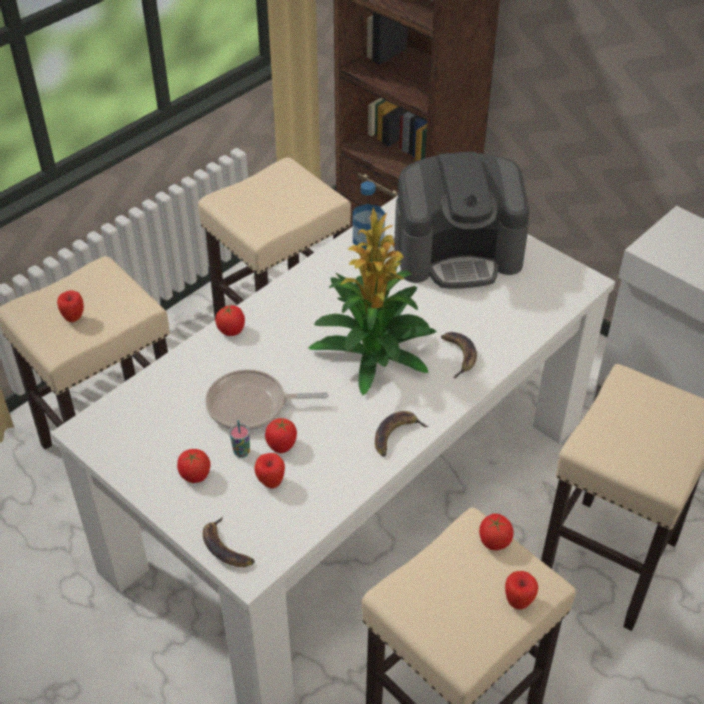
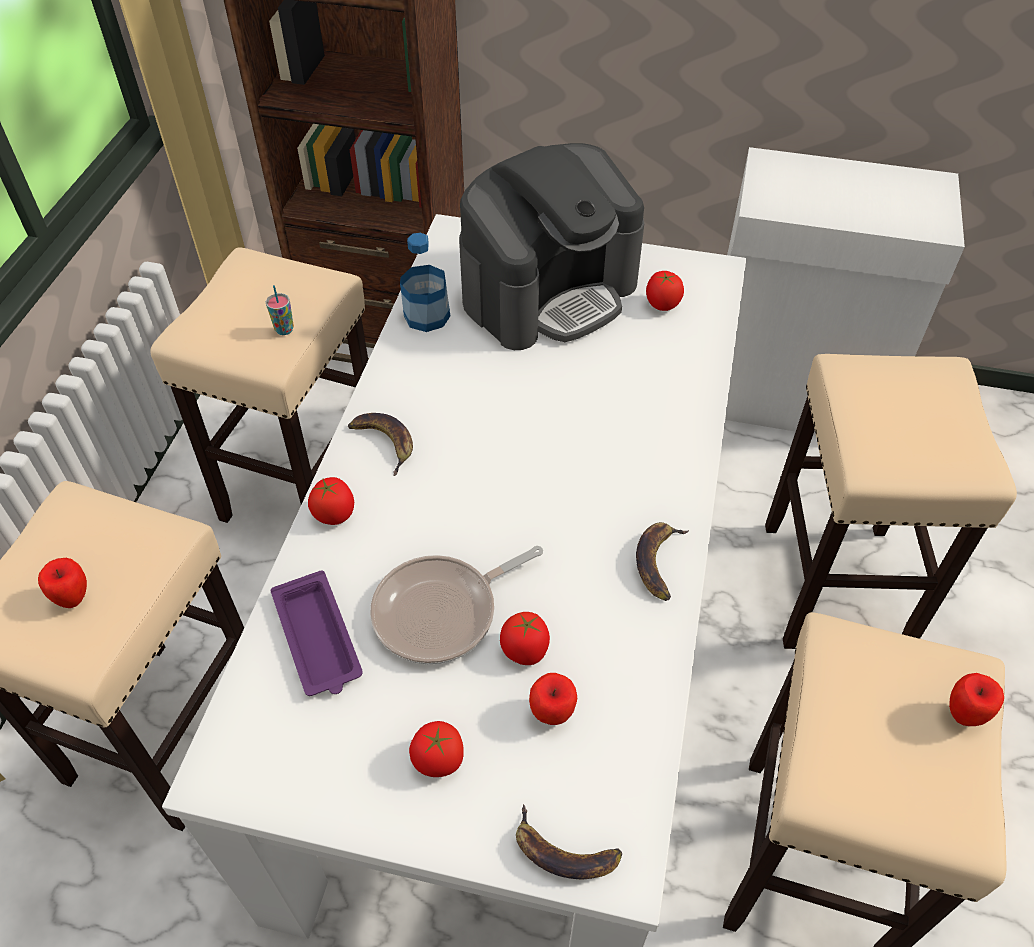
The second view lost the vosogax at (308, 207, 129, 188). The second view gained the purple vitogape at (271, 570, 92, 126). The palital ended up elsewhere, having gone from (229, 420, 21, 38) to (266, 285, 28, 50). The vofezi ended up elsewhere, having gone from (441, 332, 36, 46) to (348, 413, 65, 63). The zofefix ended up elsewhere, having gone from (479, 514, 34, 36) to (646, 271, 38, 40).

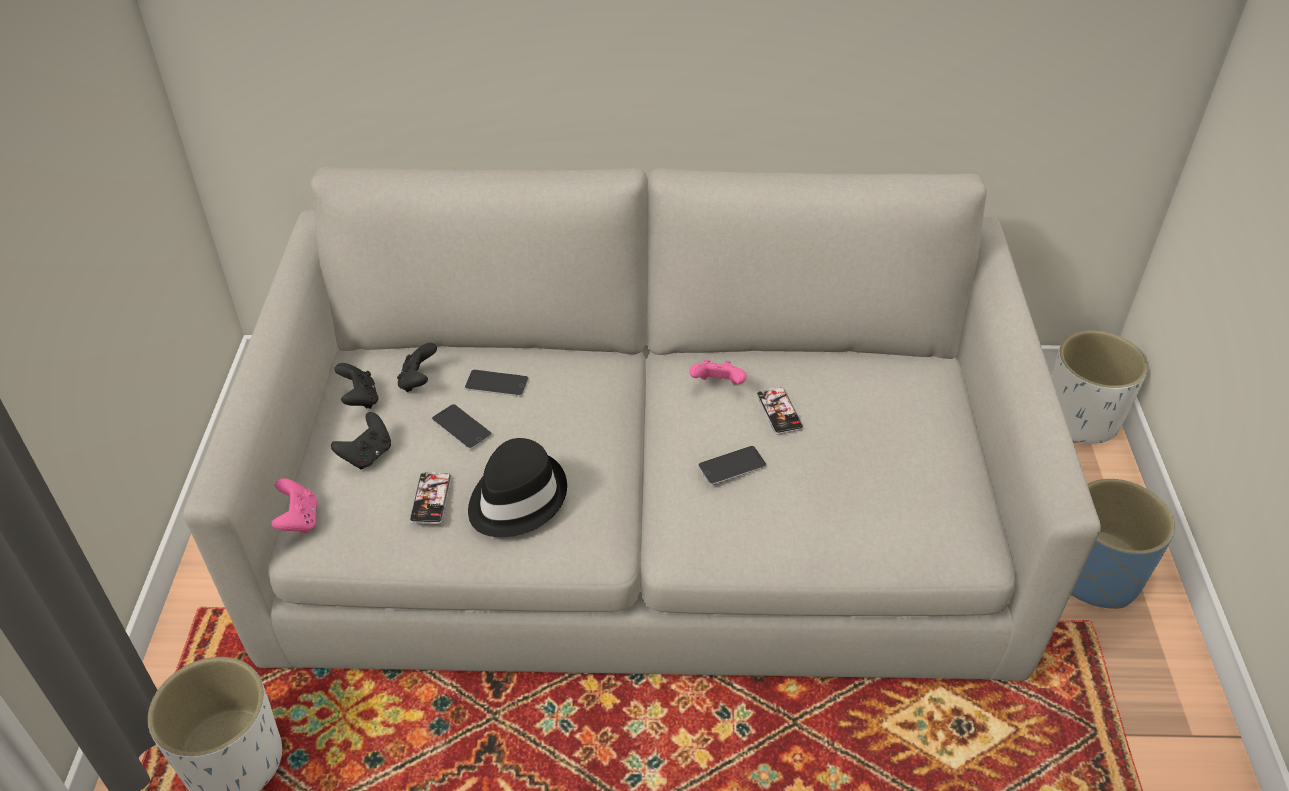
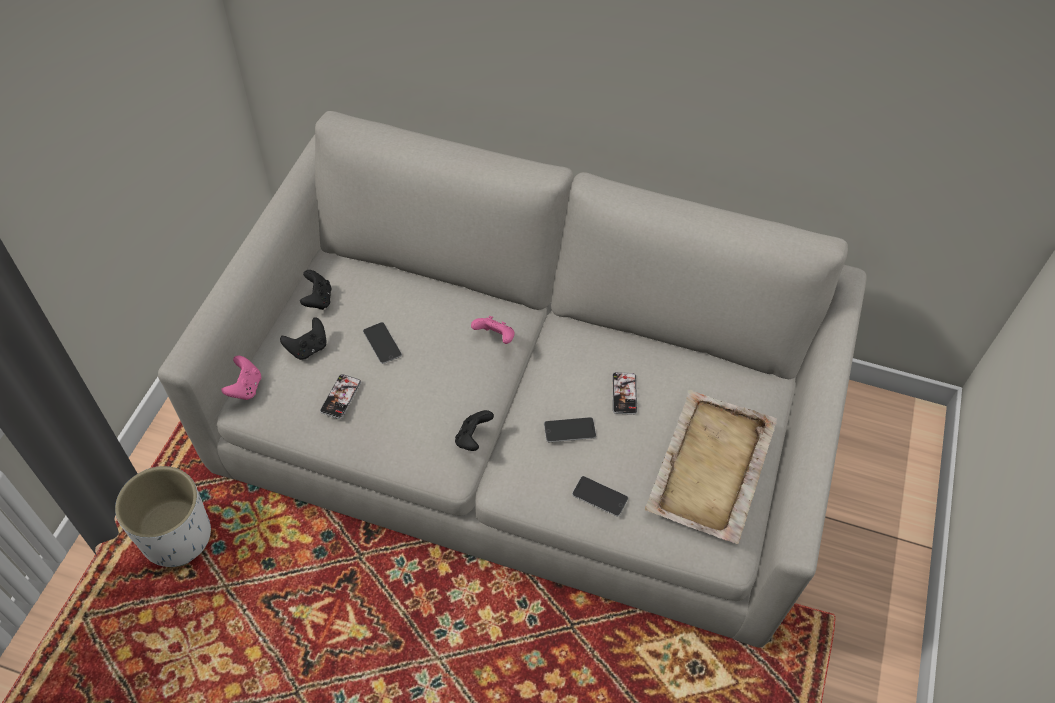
The second view lost the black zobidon at (468, 438, 99, 99). The second view lost the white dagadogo at (1052, 330, 96, 114). The second view lost the blue dagadogo at (1071, 479, 104, 130). The second view gained the beige vitogape at (645, 390, 132, 154). The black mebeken ended up elsewhere, having gone from (397, 343, 40, 49) to (455, 410, 39, 41). The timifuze ended up elsewhere, having gone from (465, 370, 64, 27) to (572, 476, 56, 41). The pink mebeken ended up elsewhere, having gone from (689, 360, 57, 24) to (471, 316, 43, 28).

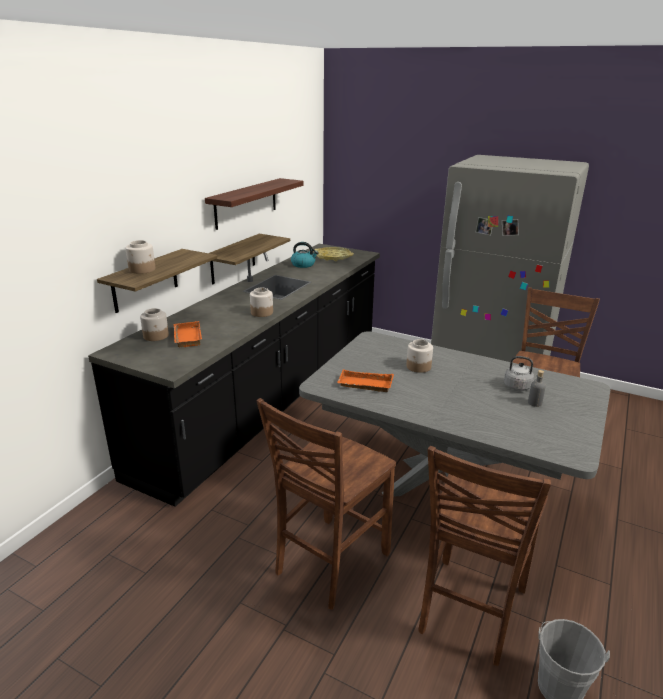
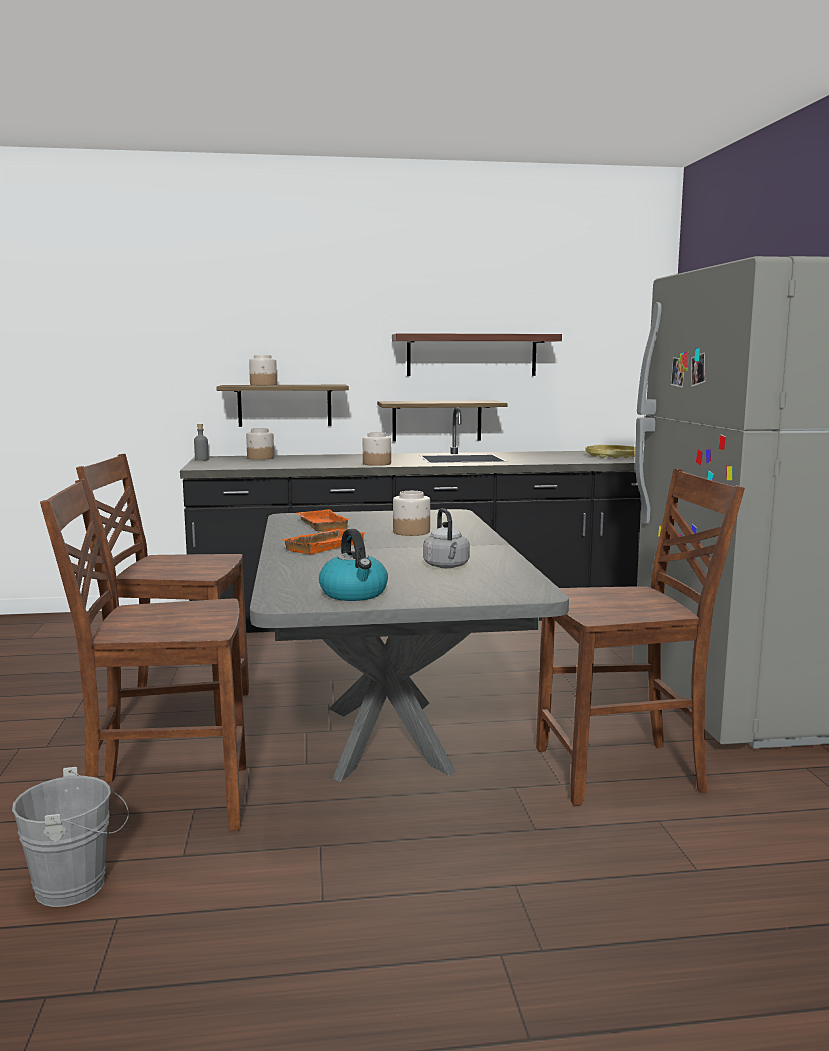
The orange vitogape ended up elsewhere, having gone from (174, 321, 28, 26) to (281, 529, 84, 25). The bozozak ended up elsewhere, having gone from (291, 242, 28, 26) to (319, 529, 69, 72). The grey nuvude ended up elsewhere, having gone from (528, 370, 18, 37) to (194, 424, 15, 37).

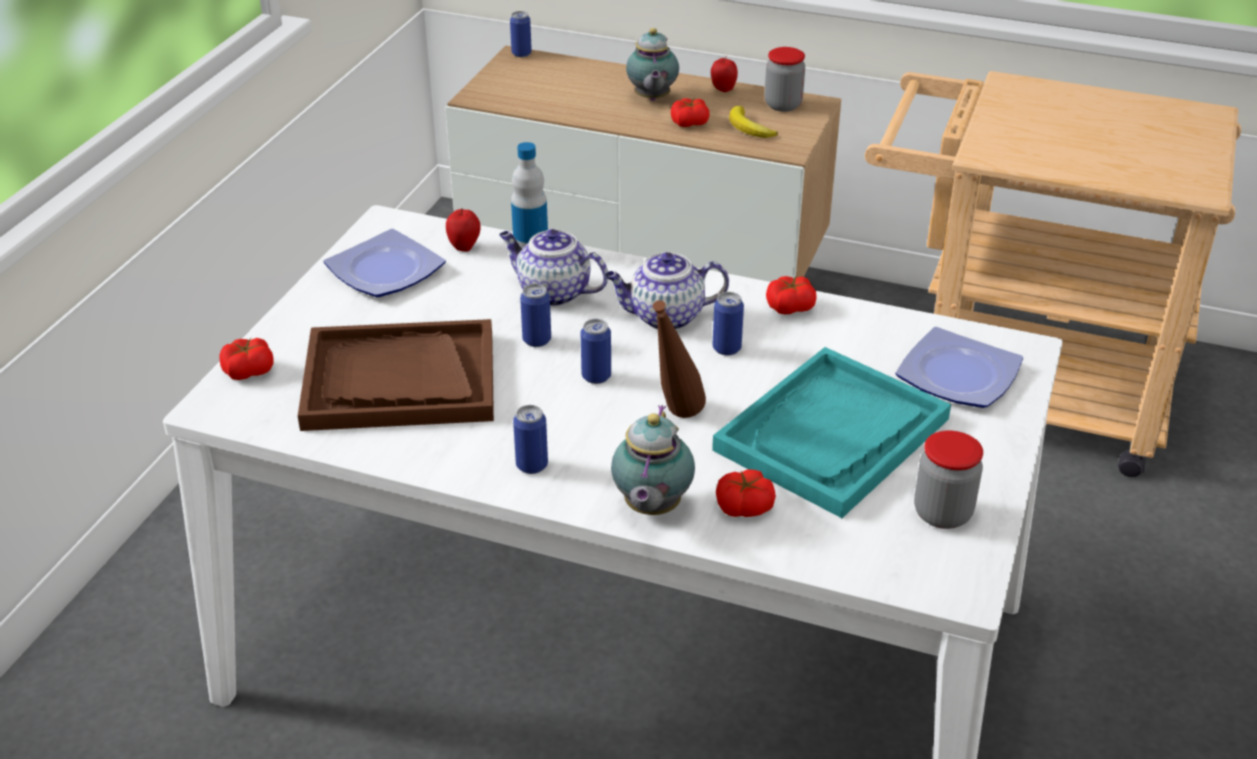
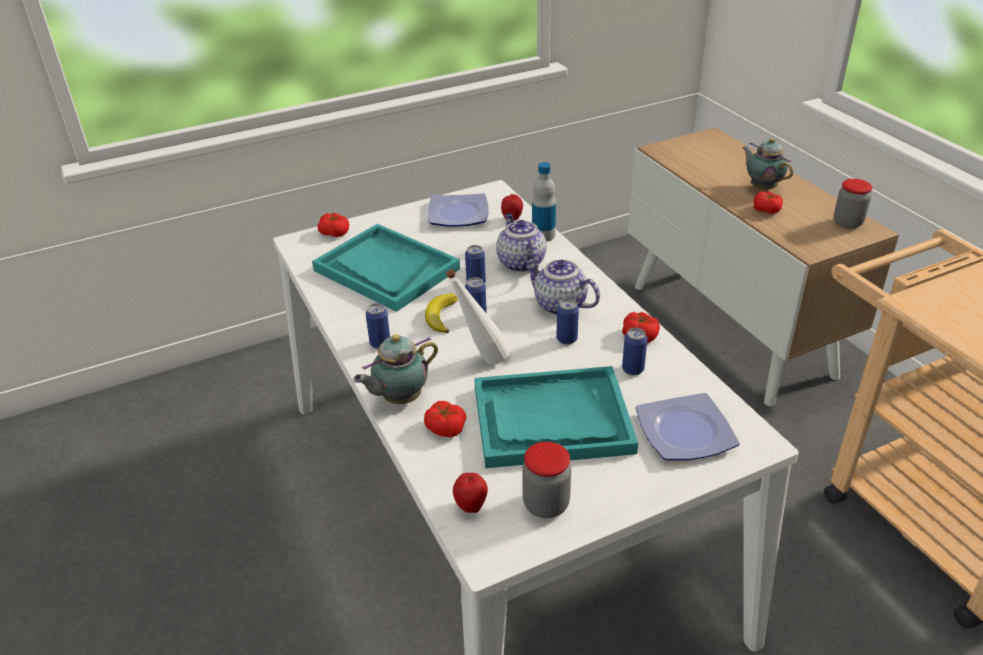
The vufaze ended up elsewhere, having gone from (510, 11, 22, 46) to (622, 328, 25, 47). The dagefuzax ended up elsewhere, having gone from (711, 56, 27, 36) to (453, 473, 35, 40). The vofezi ended up elsewhere, having gone from (729, 106, 49, 32) to (425, 293, 33, 40). What was the brown vitogape at (298, 319, 196, 112) turned into the turquoise vitogape at (312, 224, 148, 88). What was the brown nuvude at (653, 300, 53, 118) turned into the white nuvude at (446, 269, 64, 96). The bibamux at (626, 28, 53, 73) ended up facing another way, 105 degrees clockwise from before.

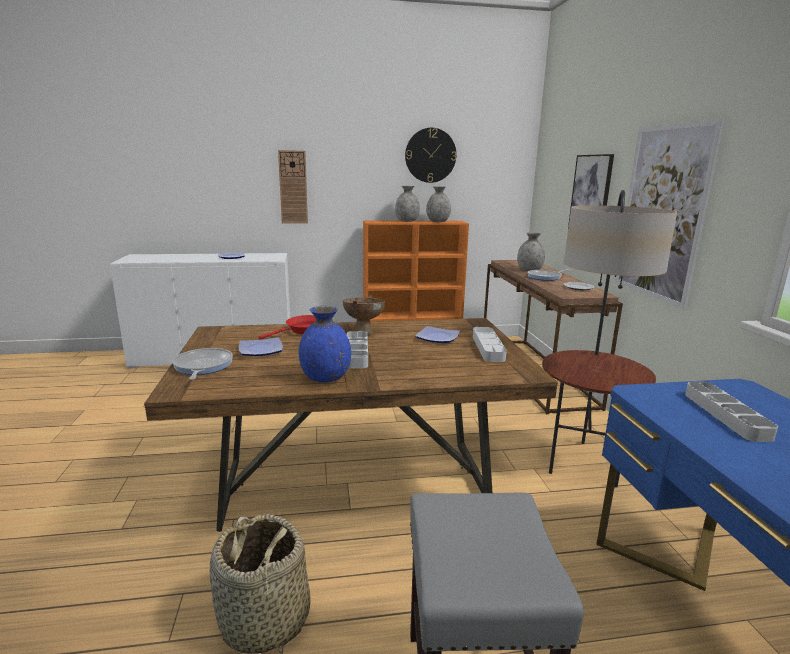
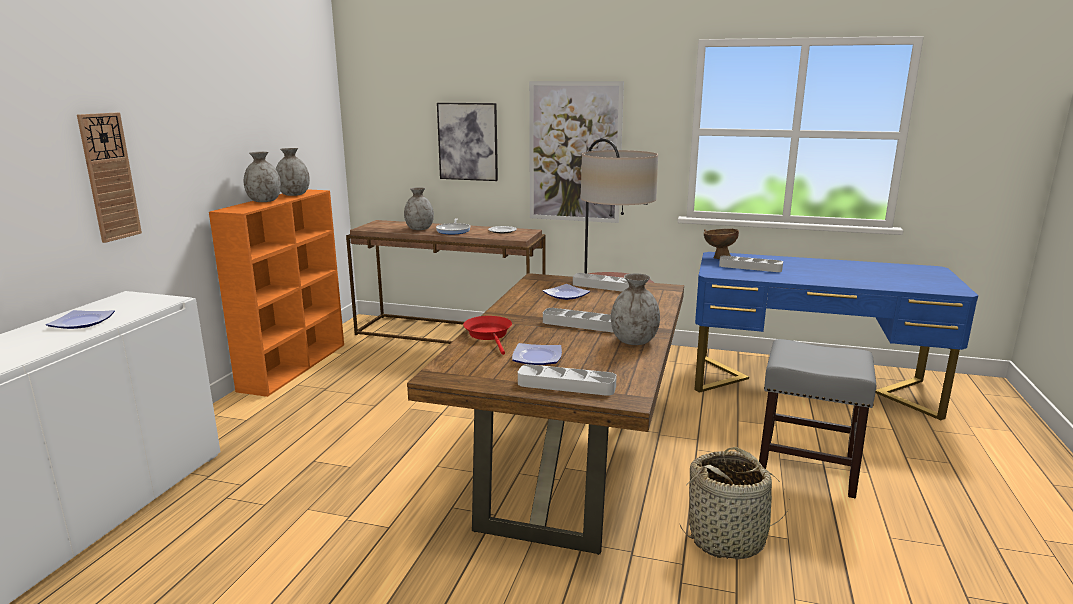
The second view lost the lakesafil at (405, 128, 52, 55). The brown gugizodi ended up elsewhere, having gone from (343, 295, 42, 39) to (704, 229, 35, 30). Where the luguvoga stood at (172, 348, 61, 32), the grey vitogape came to stand at (518, 364, 99, 32). What was the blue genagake at (299, 306, 52, 77) turned into the grey genagake at (611, 273, 49, 72).

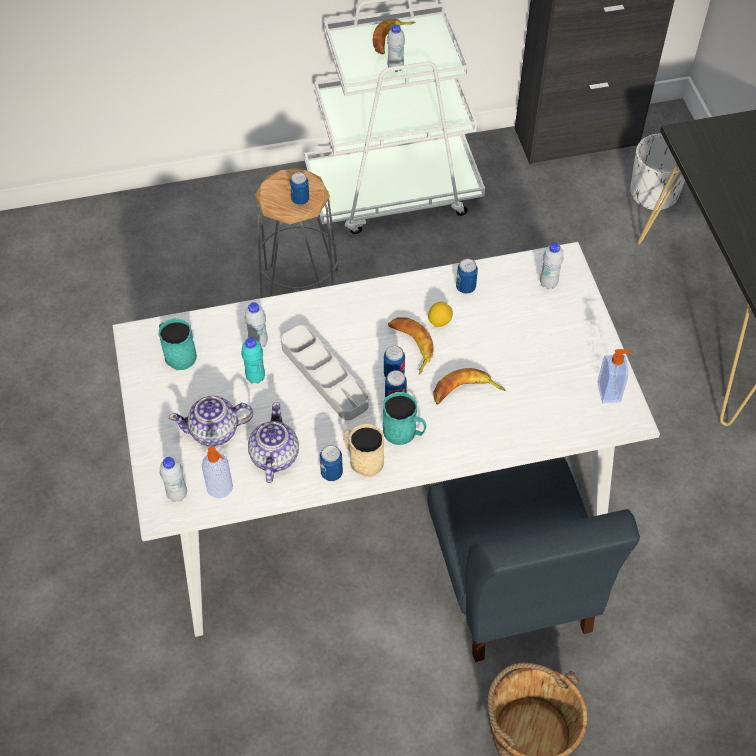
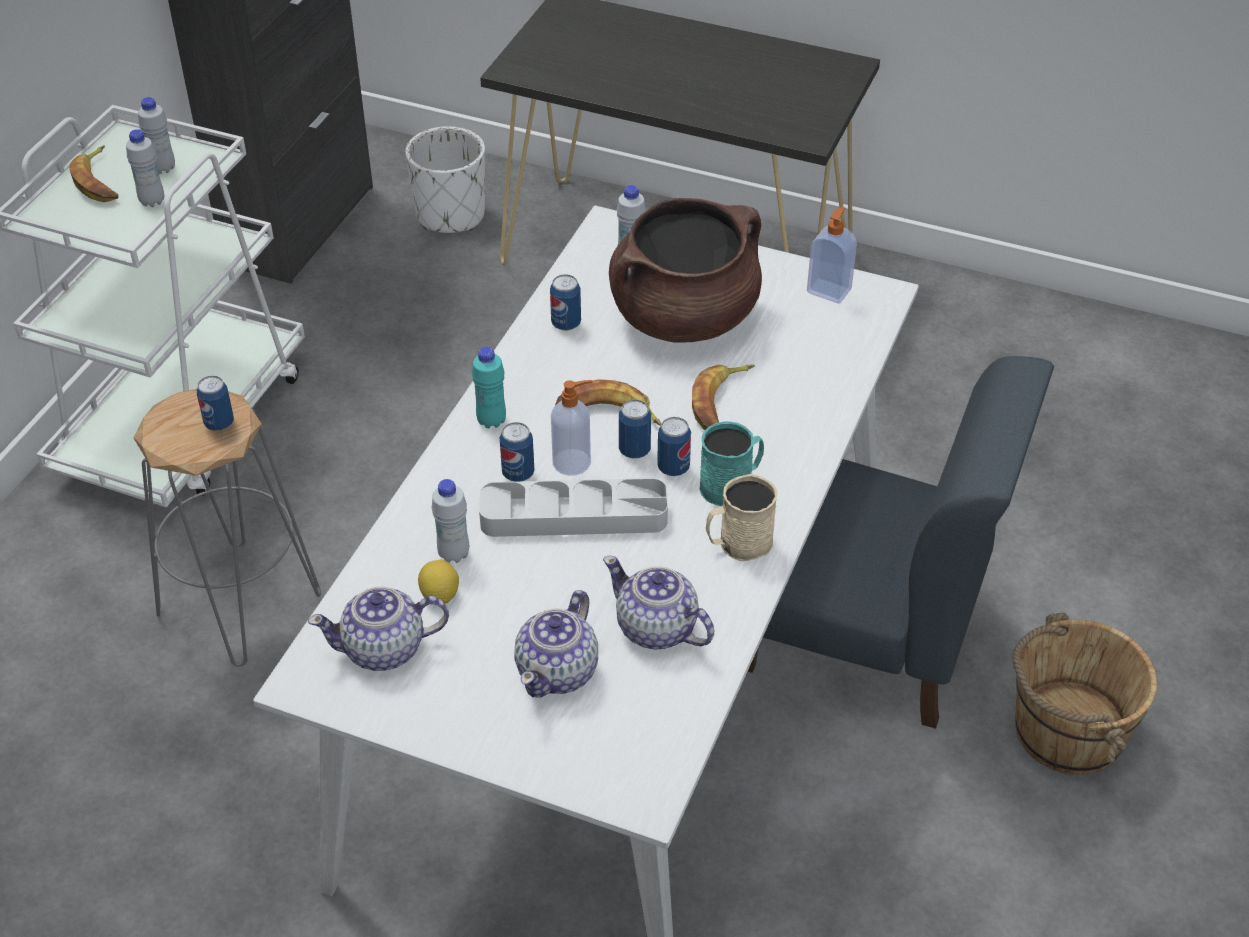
The second view gained the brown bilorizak at (609, 198, 153, 144). The white nuvude ended up elsewhere, having gone from (160, 457, 27, 45) to (138, 97, 37, 77). The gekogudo ended up elsewhere, having gone from (202, 446, 31, 52) to (551, 380, 42, 96). The turquoise nuvude ended up elsewhere, having gone from (241, 337, 24, 47) to (472, 347, 34, 81). The vufaze ended up elsewhere, having gone from (320, 445, 23, 36) to (500, 422, 34, 60). The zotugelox ended up elsewhere, having gone from (428, 302, 25, 25) to (418, 560, 41, 43). Where the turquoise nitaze stood at (158, 318, 39, 52), the bibamux came to stand at (308, 587, 141, 84).

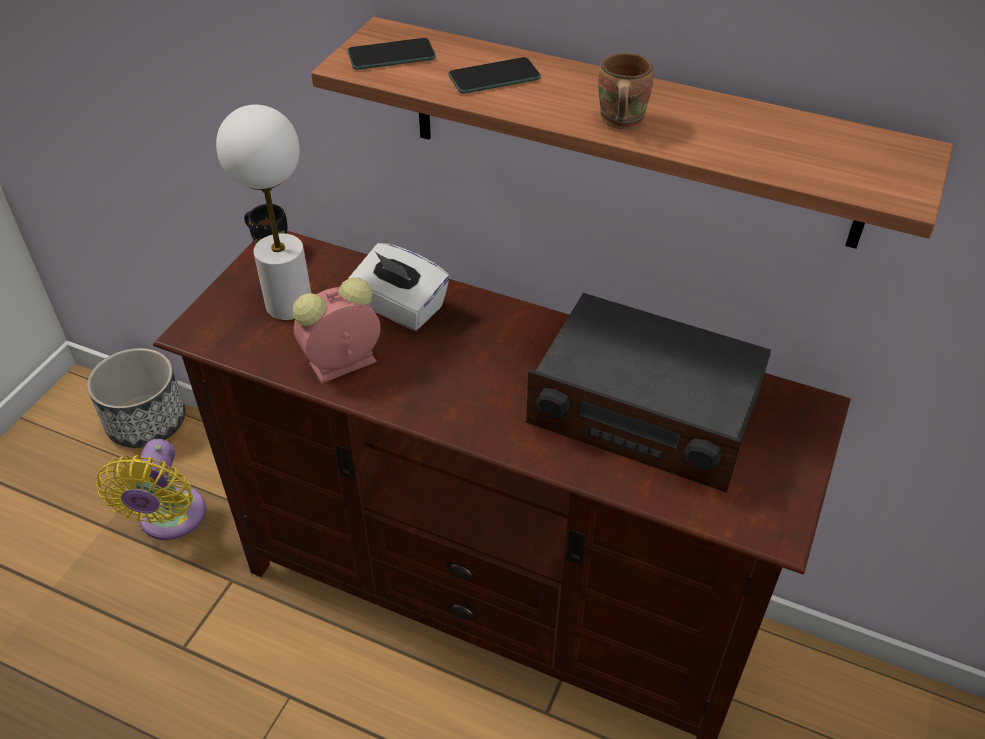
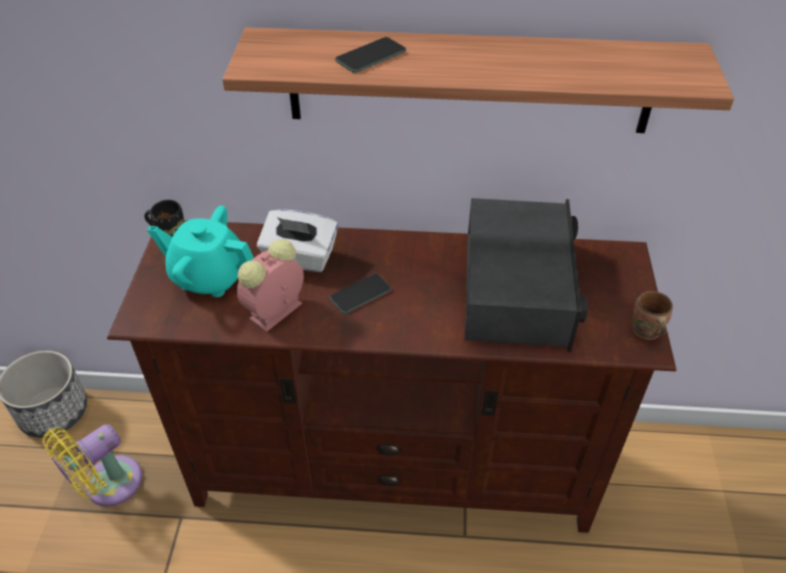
The timifuze ended up elsewhere, having gone from (347, 38, 89, 32) to (330, 274, 61, 40). The brown nitaze ended up elsewhere, having gone from (598, 53, 55, 77) to (632, 291, 41, 49). Where the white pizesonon stood at (216, 105, 95, 215), the turquoise bibamux came to stand at (147, 206, 107, 91). The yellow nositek at (96, 439, 110, 101) ended up facing another way, 60 degrees clockwise from before. The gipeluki at (526, 293, 245, 200) ended up facing another way, 90 degrees counterclockwise from before.

